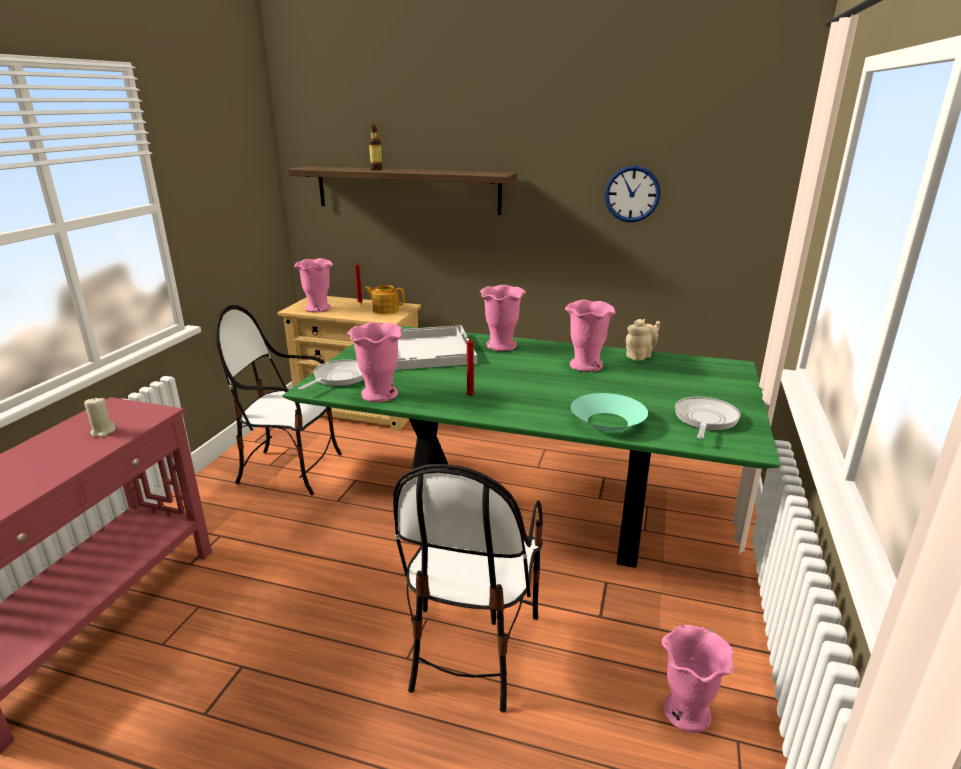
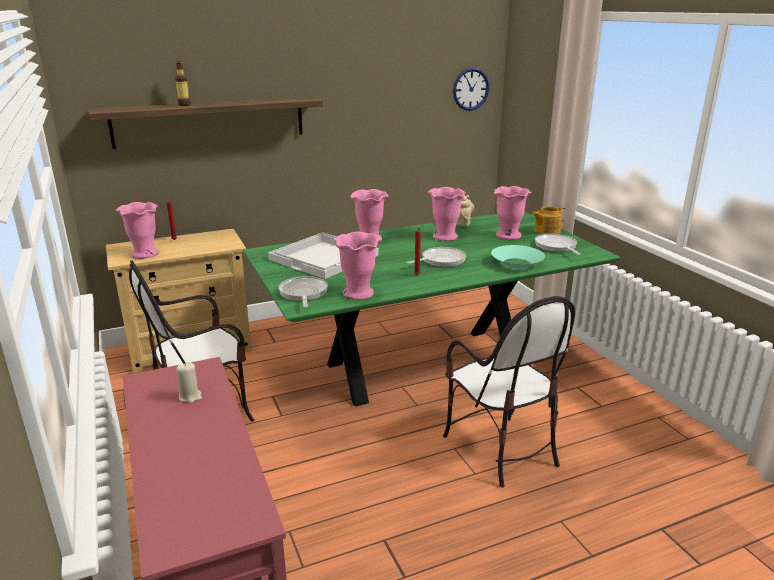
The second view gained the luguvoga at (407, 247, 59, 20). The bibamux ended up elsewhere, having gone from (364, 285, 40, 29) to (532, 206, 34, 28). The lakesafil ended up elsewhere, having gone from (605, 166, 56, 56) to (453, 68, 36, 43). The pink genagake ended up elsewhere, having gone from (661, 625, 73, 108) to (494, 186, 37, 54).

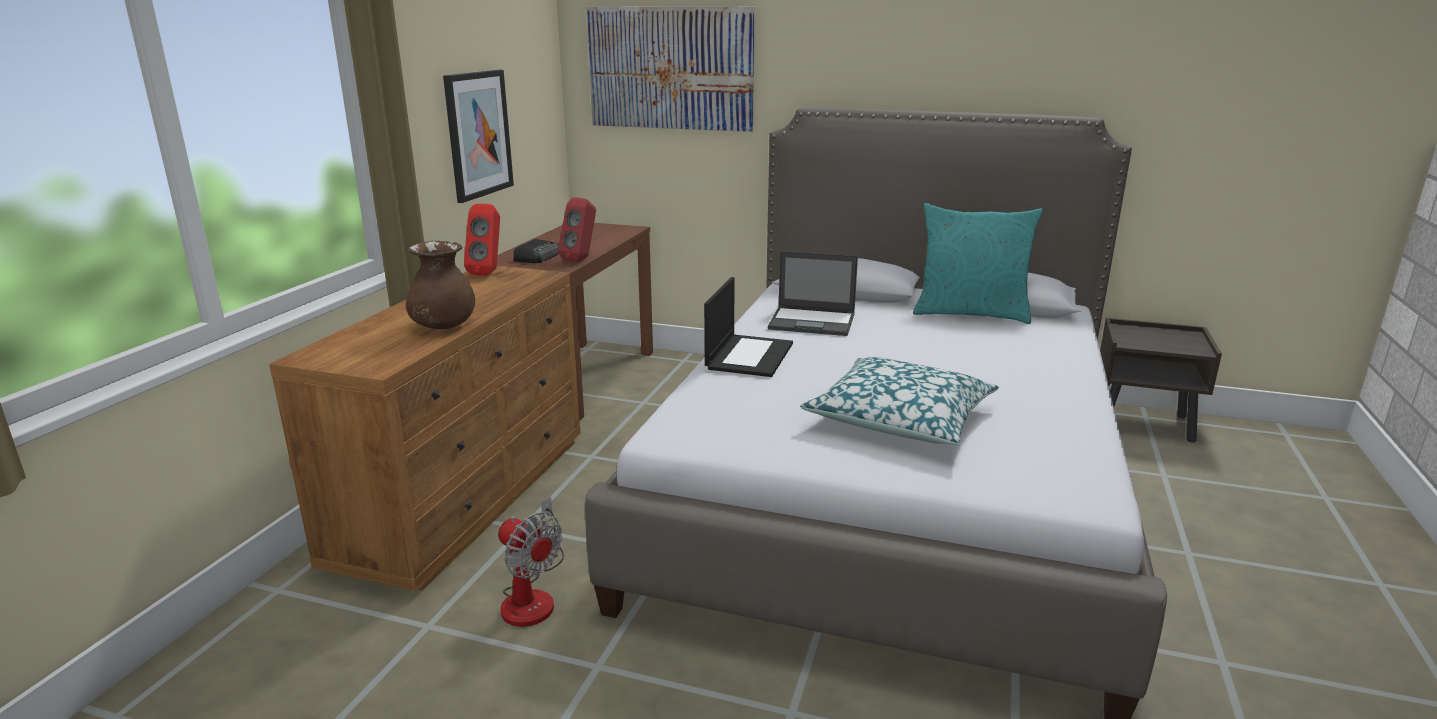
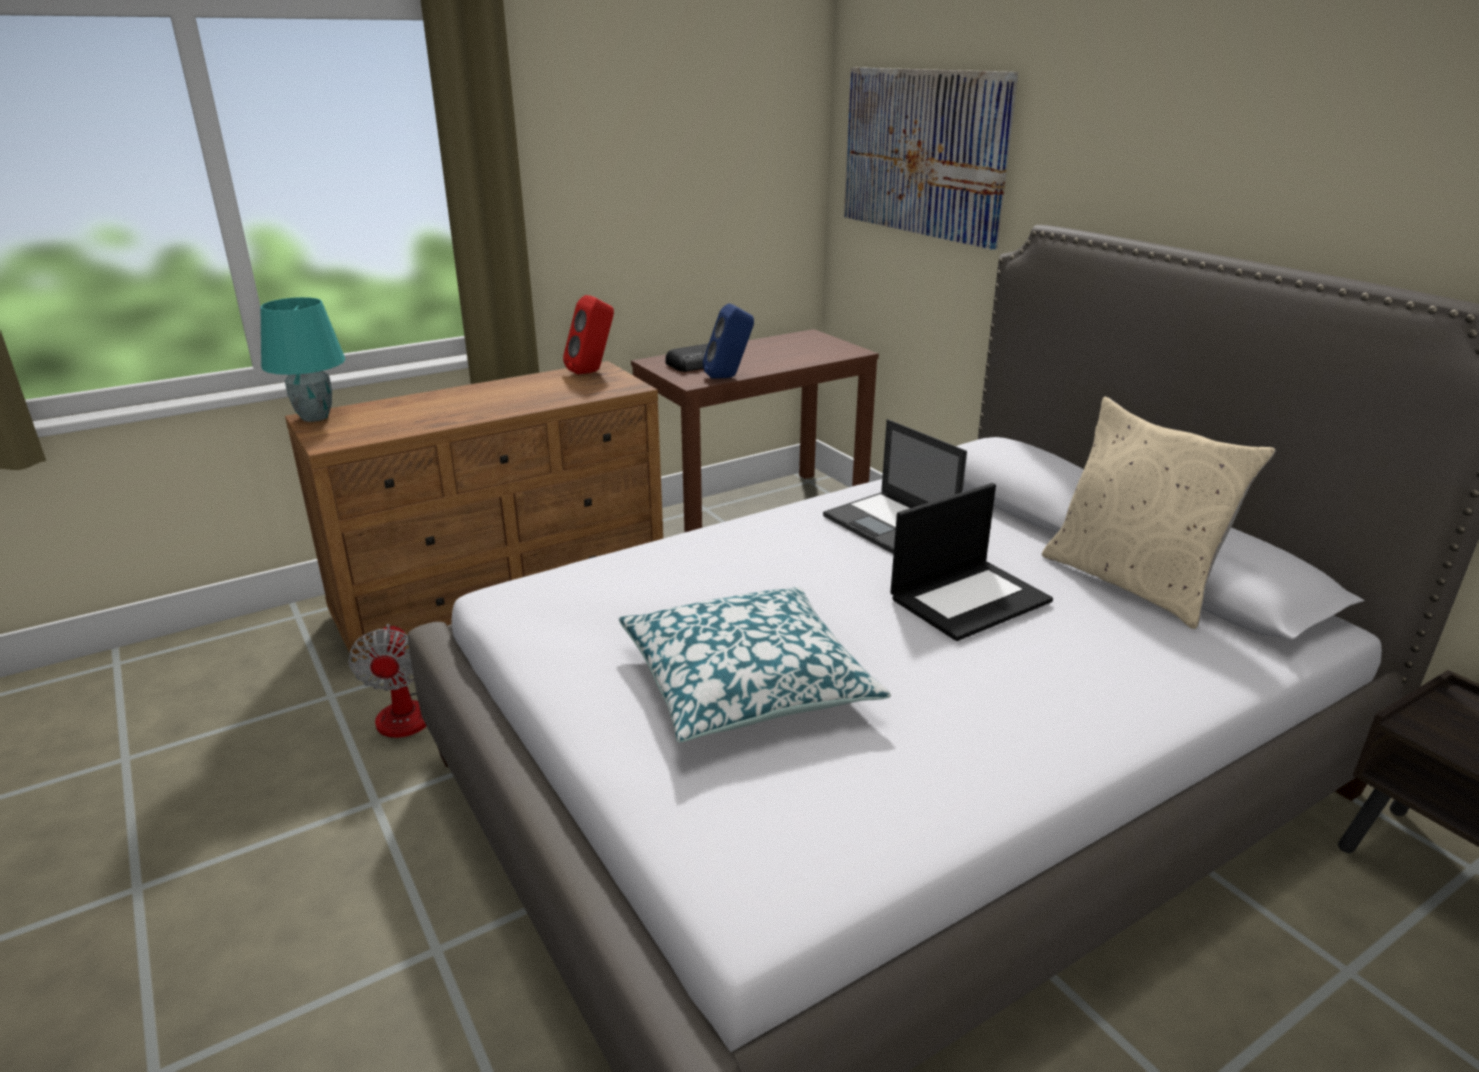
The second view lost the brown genagake at (406, 241, 69, 88). The second view lost the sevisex at (443, 70, 71, 133). The second view gained the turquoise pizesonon at (261, 297, 84, 125). The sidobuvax ended up elsewhere, having gone from (704, 277, 89, 100) to (890, 483, 163, 158). What was the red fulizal at (558, 197, 38, 65) turned into the blue fulizal at (703, 303, 51, 76). What was the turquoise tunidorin at (913, 203, 130, 121) turned into the beige tunidorin at (1042, 397, 234, 232).

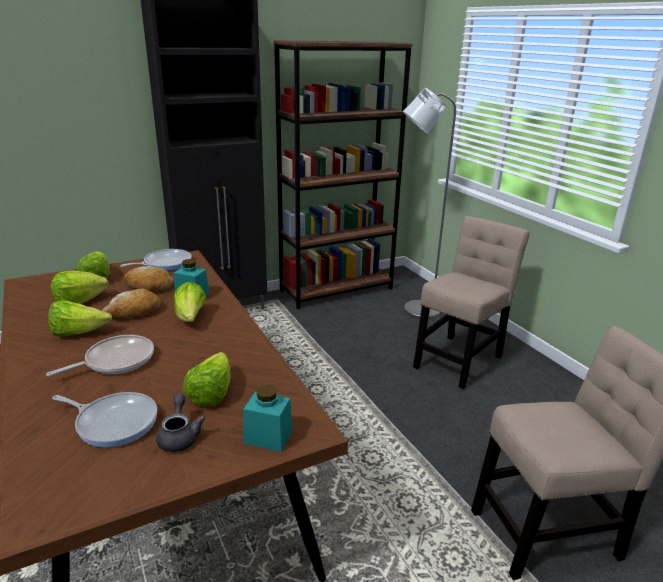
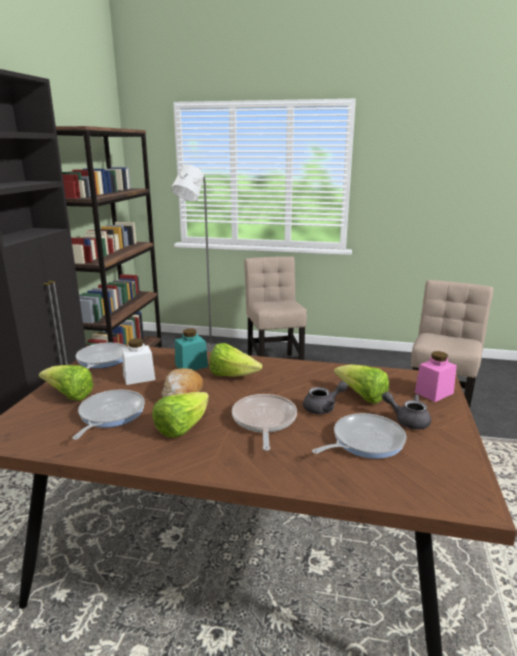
The second view gained the grey bibamux at (303, 381, 45, 33). Where the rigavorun stood at (51, 270, 57, 34), the luguvoga came to stand at (72, 390, 73, 50). Where the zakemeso stood at (124, 266, 50, 25), the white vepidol came to stand at (122, 338, 33, 47). What was the turquoise vepidol at (243, 385, 49, 67) turned into the pink vepidol at (415, 351, 42, 51).

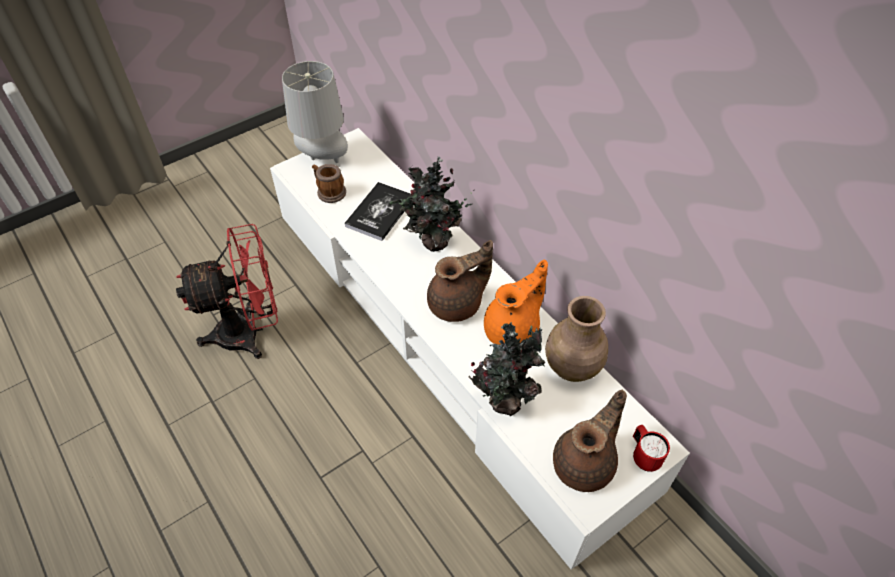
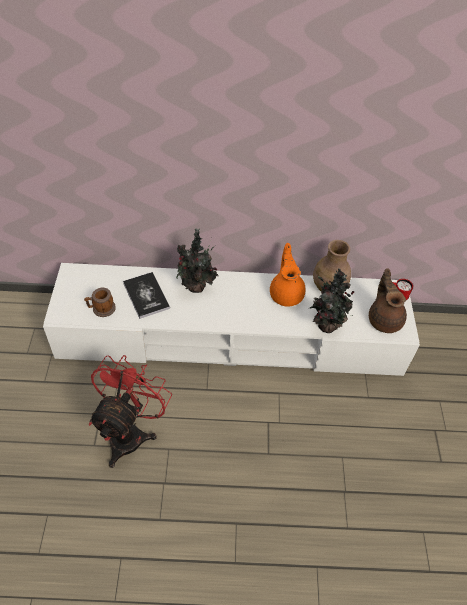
The second view lost the grey pizesonon at (282, 61, 66, 102). The second view lost the brown bibamux at (427, 240, 66, 82).

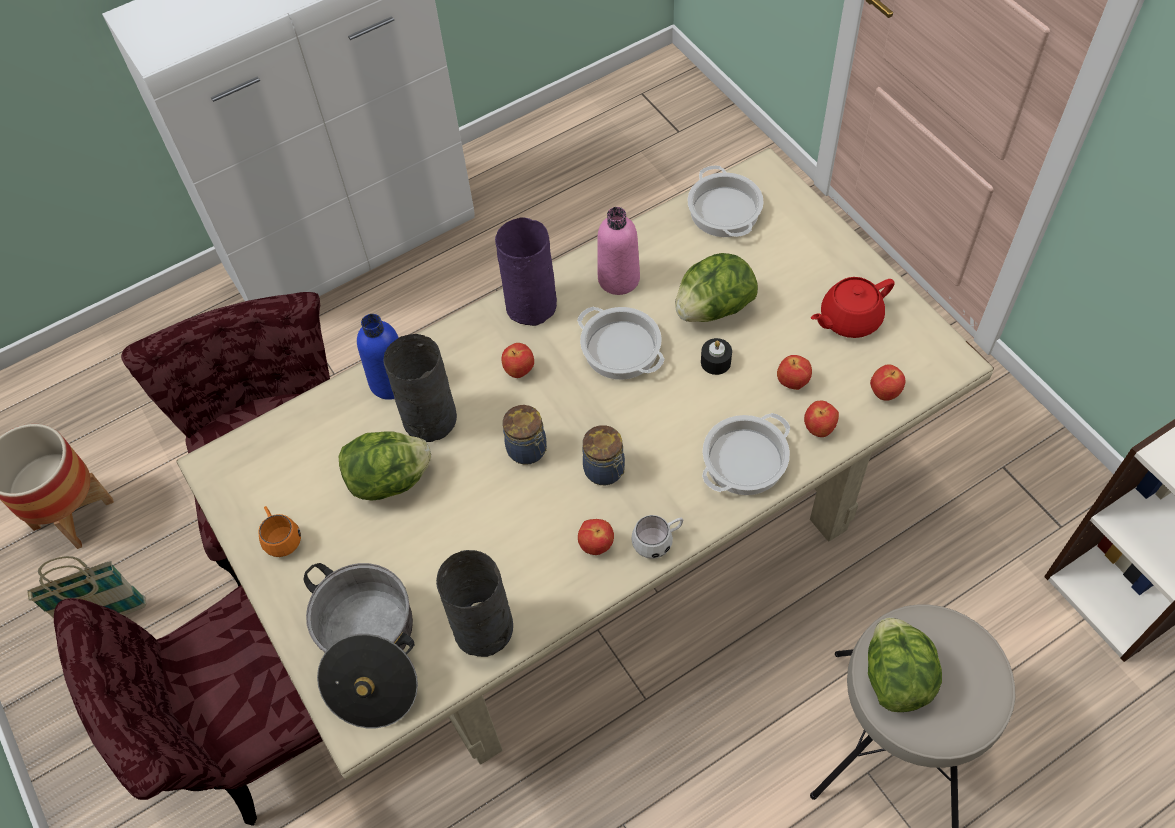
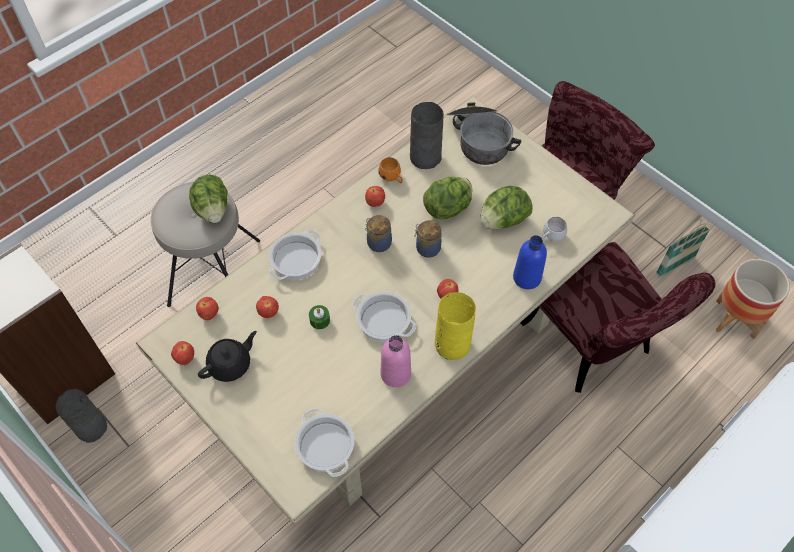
The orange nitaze ended up elsewhere, having gone from (258, 506, 43, 51) to (378, 157, 25, 26). The grey genagake ended up elsewhere, having gone from (383, 334, 74, 108) to (56, 389, 51, 54). The white nitaze ended up elsewhere, having gone from (631, 515, 52, 44) to (541, 217, 26, 25). The rigavorun ended up elsewhere, having gone from (675, 253, 83, 69) to (423, 176, 49, 43). The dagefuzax ended up elsewhere, having gone from (804, 401, 35, 36) to (171, 341, 23, 24). What was the purple genagake at (495, 217, 62, 109) turned into the yellow genagake at (435, 292, 41, 68). What was the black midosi at (701, 338, 31, 37) turned into the green midosi at (309, 305, 21, 24). What was the red bibamux at (811, 277, 84, 61) turned into the black bibamux at (198, 331, 59, 51).

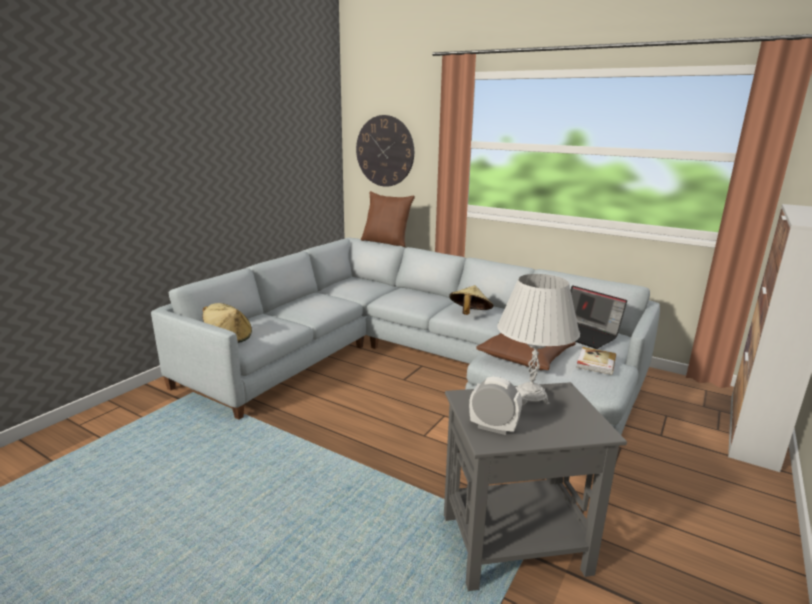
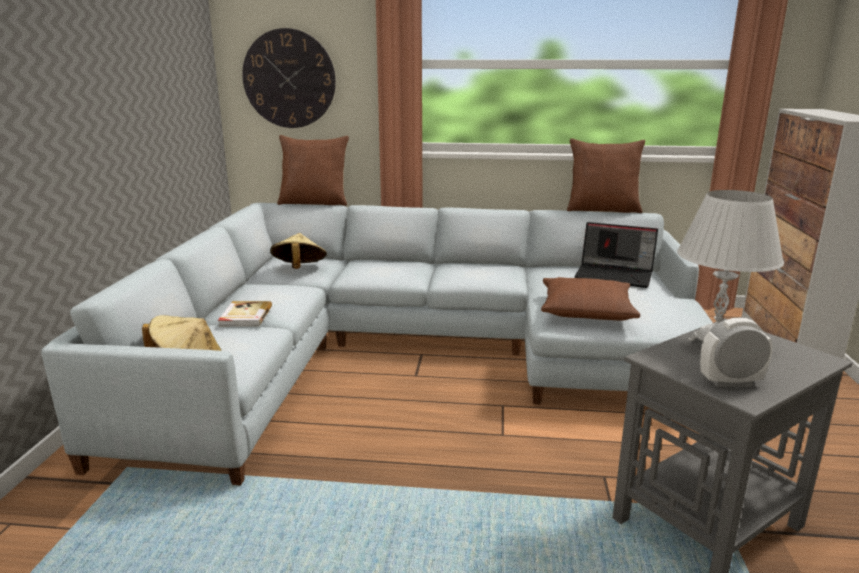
The second view gained the brown tunidorin at (567, 138, 78, 75). The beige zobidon ended up elsewhere, having gone from (449, 285, 45, 30) to (270, 233, 57, 36). The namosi ended up elsewhere, having gone from (576, 347, 40, 28) to (218, 301, 54, 25).

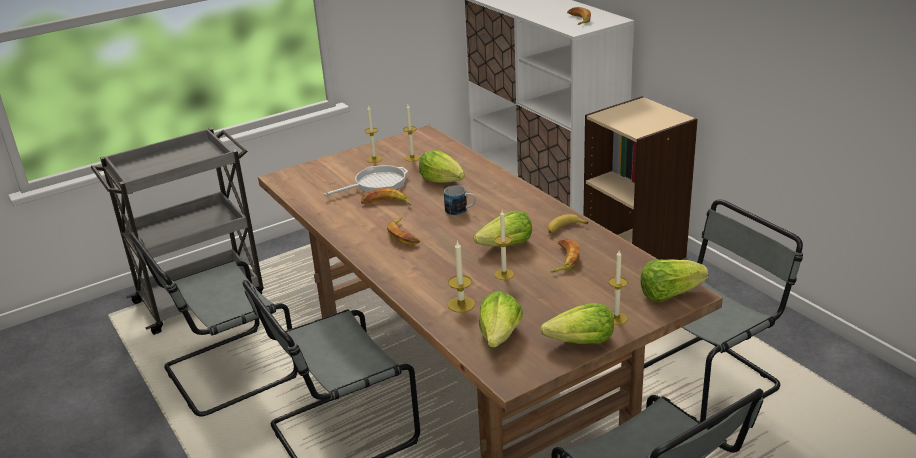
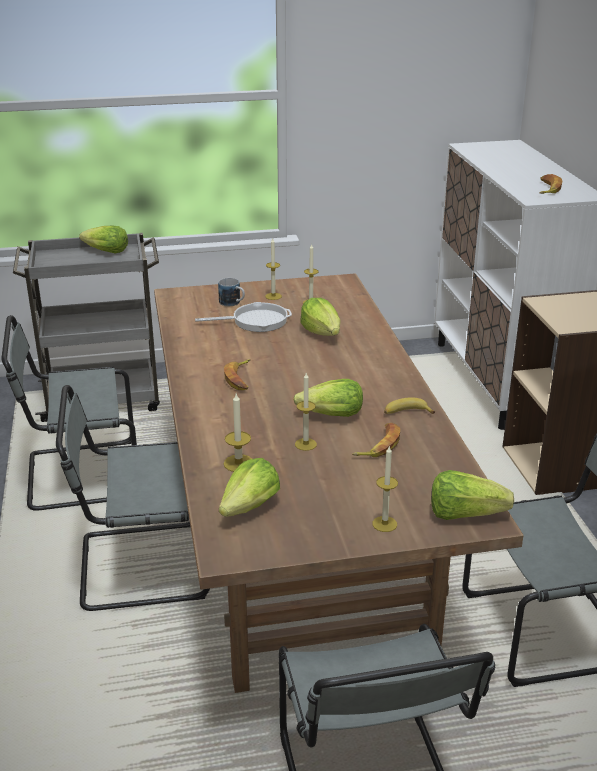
The second view lost the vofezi at (361, 188, 51, 17). The nitaze ended up elsewhere, having gone from (444, 185, 32, 31) to (218, 278, 27, 28). The rigavorun ended up elsewhere, having gone from (540, 303, 74, 41) to (79, 226, 49, 27).

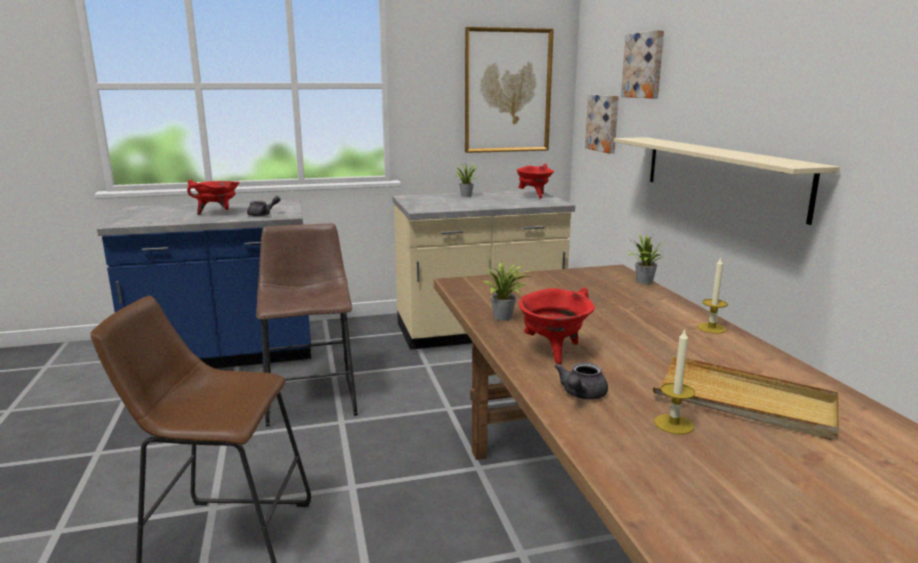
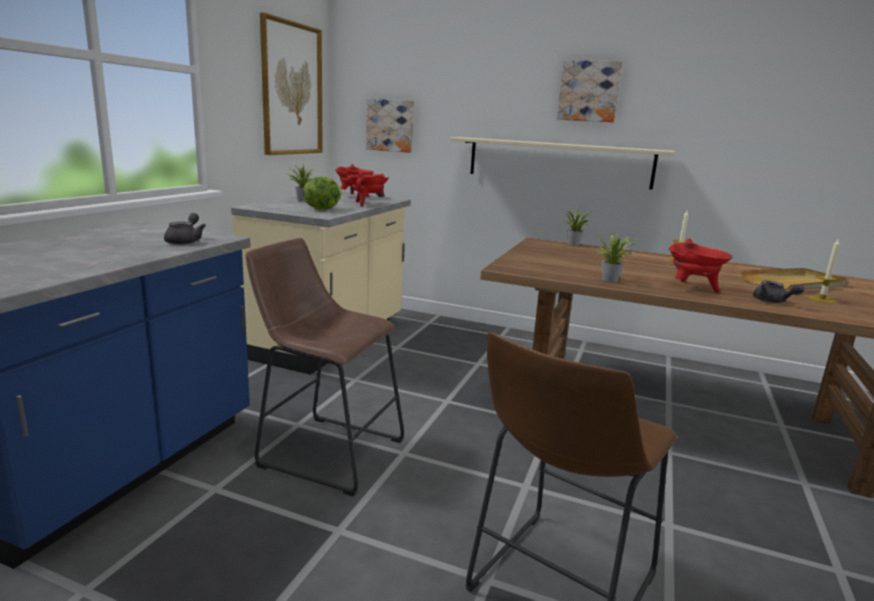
The second view gained the rigavorun at (303, 177, 39, 33). The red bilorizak ended up elsewhere, having gone from (187, 179, 53, 36) to (347, 172, 42, 35). The sevisex ended up elsewhere, having gone from (621, 30, 43, 68) to (557, 60, 66, 62).

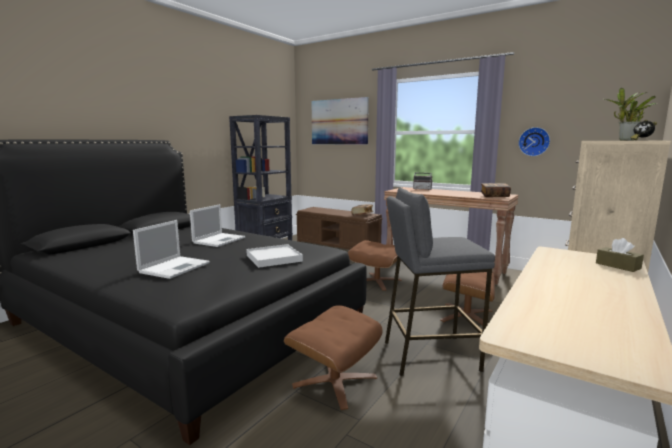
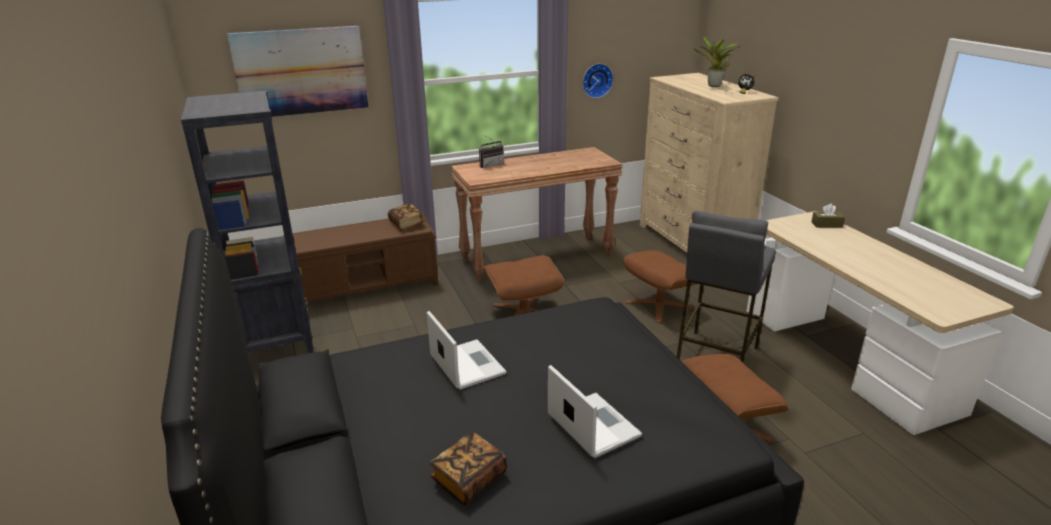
The second view lost the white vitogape at (246, 244, 57, 24). The namosi ended up elsewhere, having gone from (481, 183, 30, 14) to (430, 432, 77, 73).

